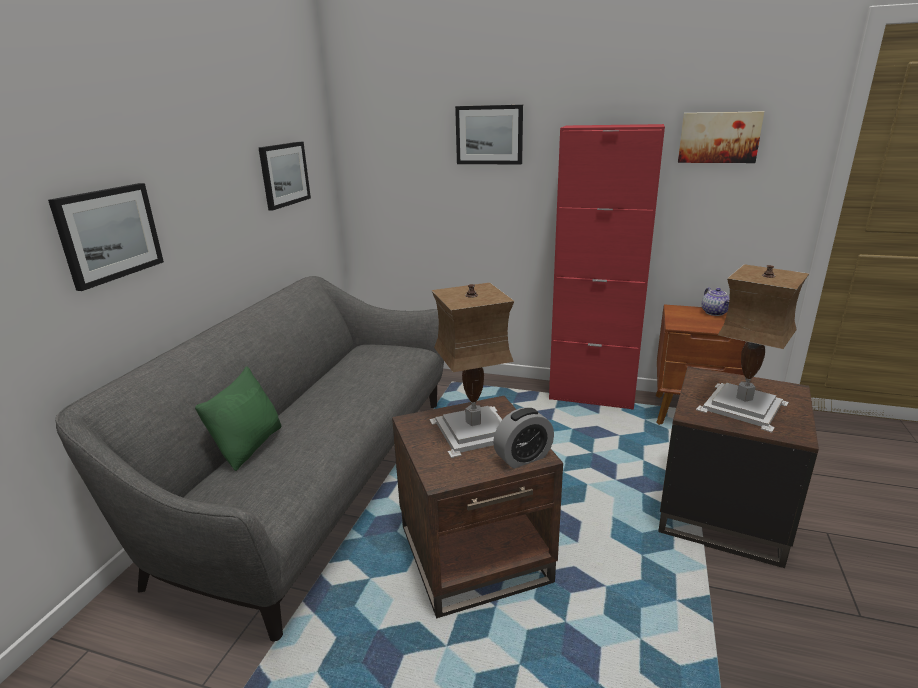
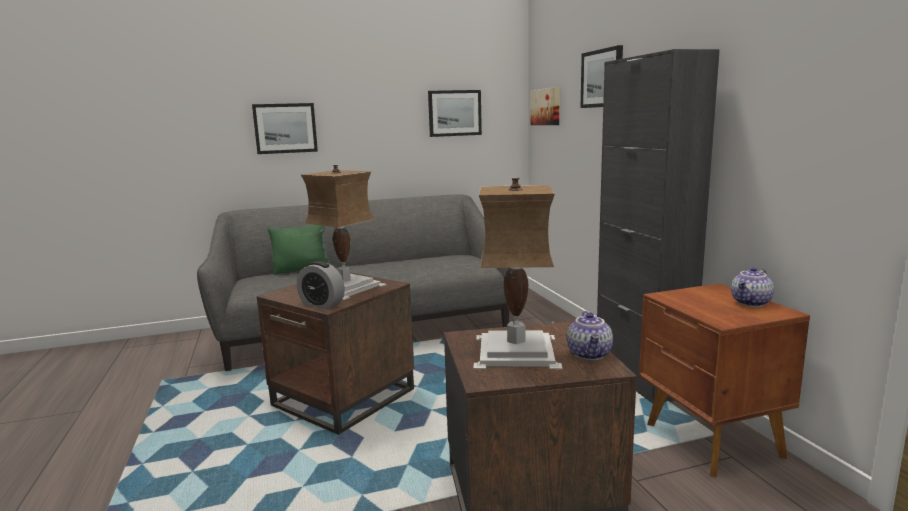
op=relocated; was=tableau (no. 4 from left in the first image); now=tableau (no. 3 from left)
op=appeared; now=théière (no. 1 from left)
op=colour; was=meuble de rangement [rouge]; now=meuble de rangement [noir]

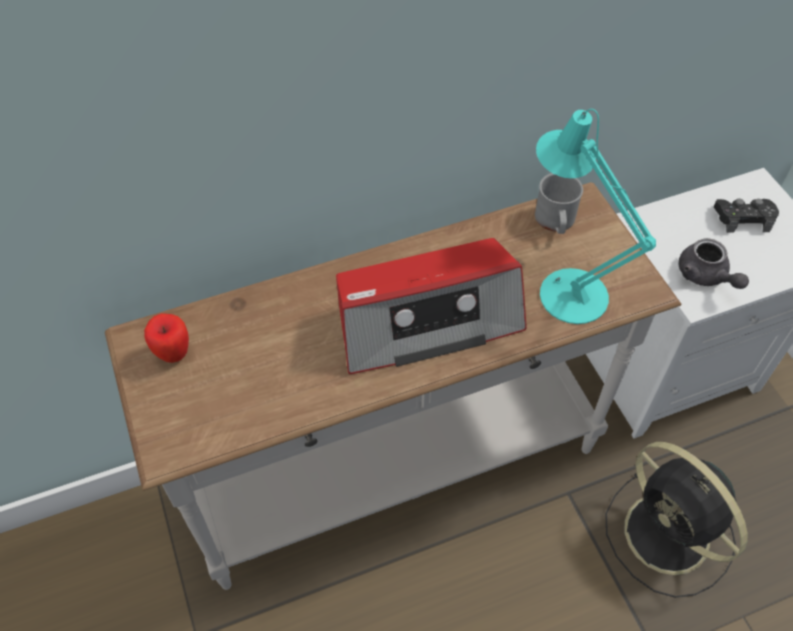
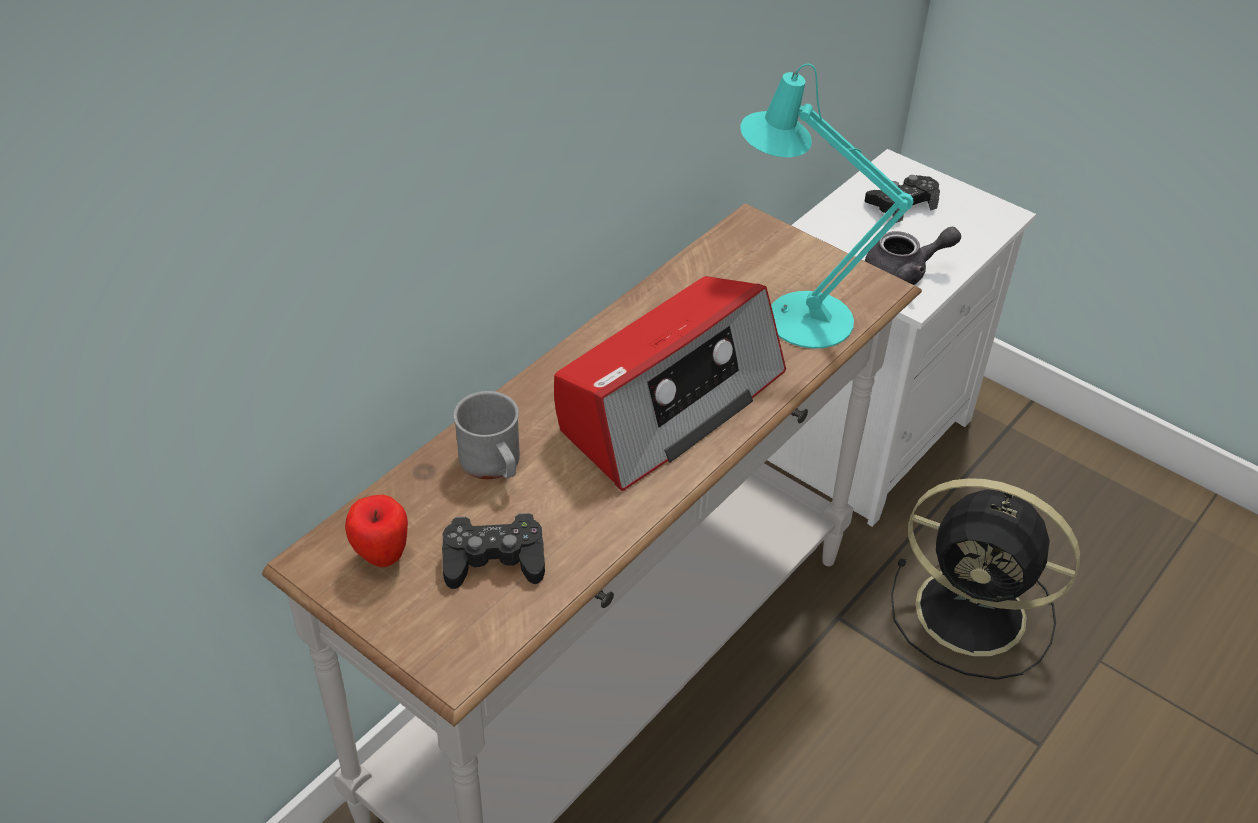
op=appeared; now=manette [noir] (no. 1 from left)
op=relocated; was=mug [gris]
op=spun; was=théière [gris]; clockwise=-45

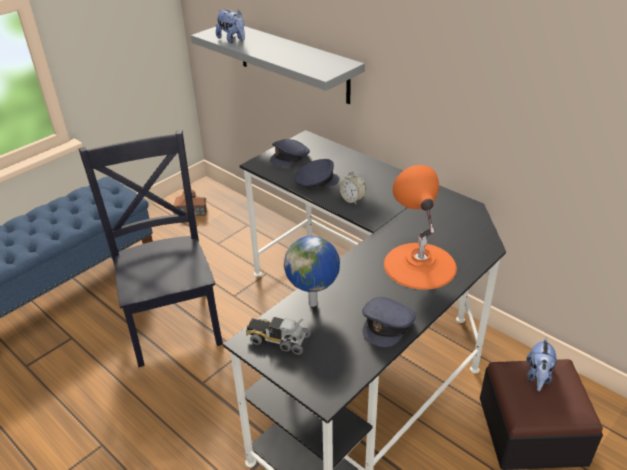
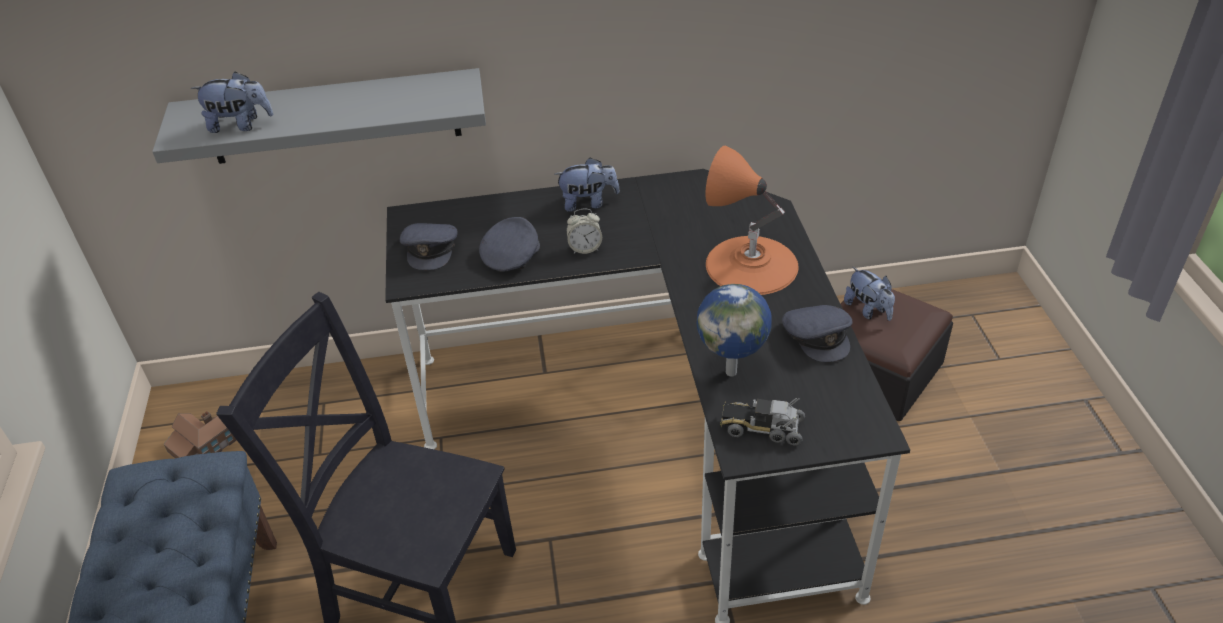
op=appeared; now=peluche (no. 2 from left)
op=spun; was=camion jouet; clockwise=45

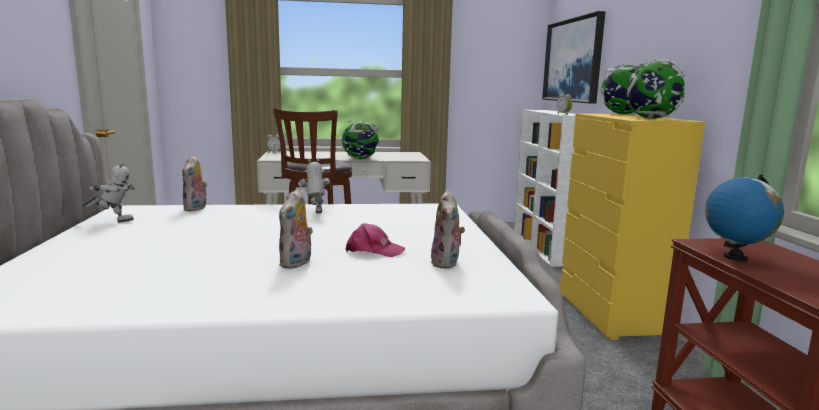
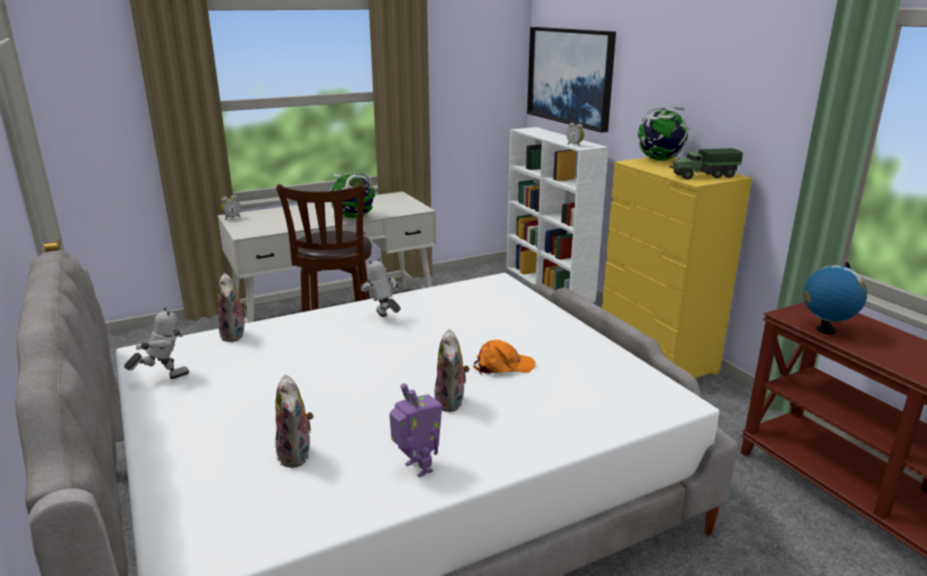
op=relocated; was=peluche (no. 3 from left in the first image); now=peluche (no. 2 from left)
op=appeared; now=robot jouet (no. 3 from left)
op=colour; was=casquette [rose]; now=casquette [orange]
op=exchanged; was=globe (no. 3 from left); now=camion jouet

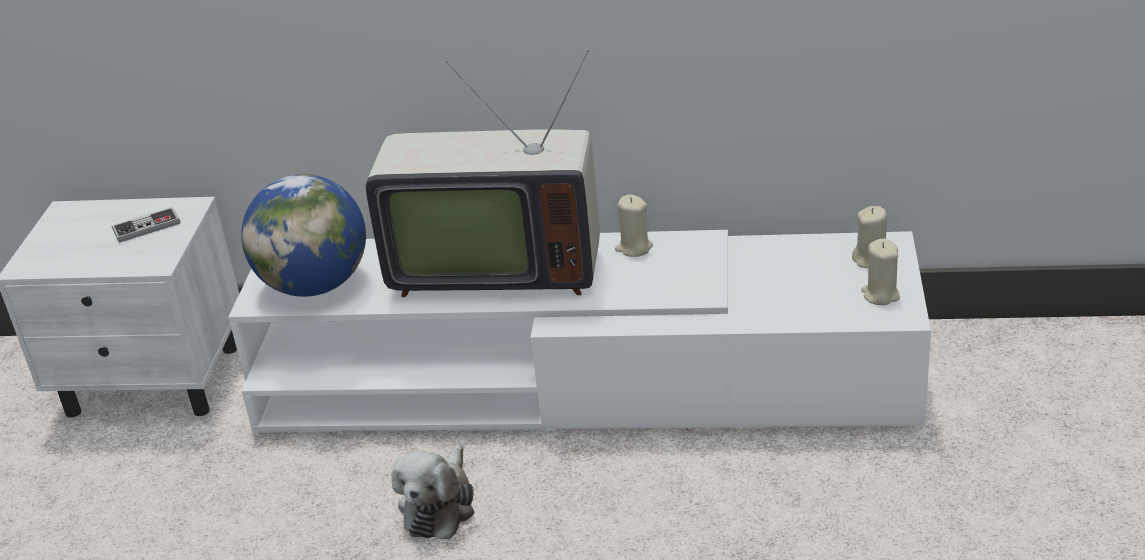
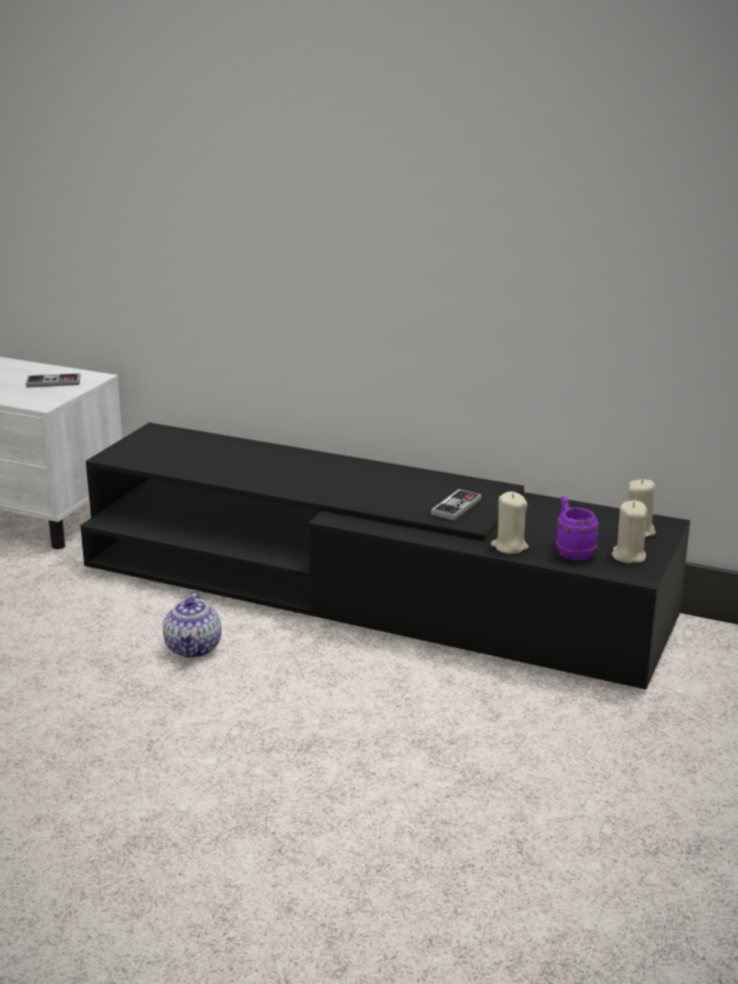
op=colour; was=meuble télé [blanc]; now=meuble télé [noir]
op=exchanged; was=peluche; now=théière
op=appeared; now=manette (no. 2 from left)
op=relocated; was=bougie [beige] (no. 1 from left)
op=appeared; now=mug [violet]
op=missing; was=globe
op=missing; was=téléviseur

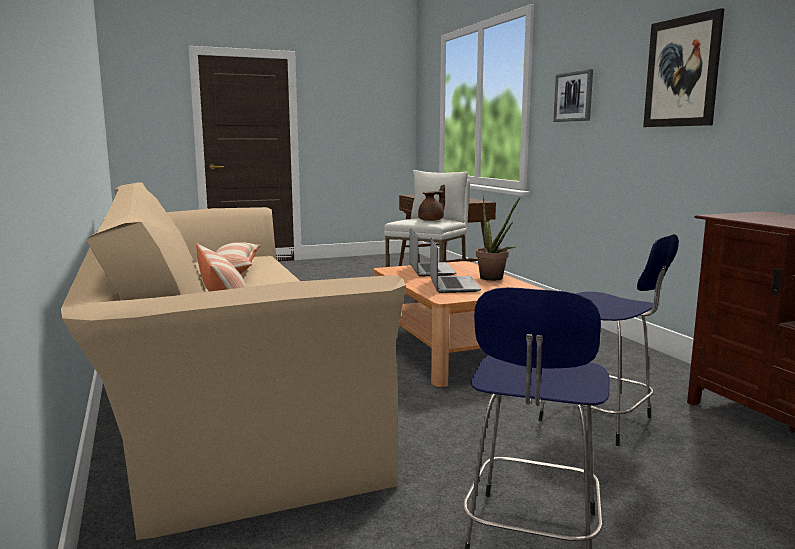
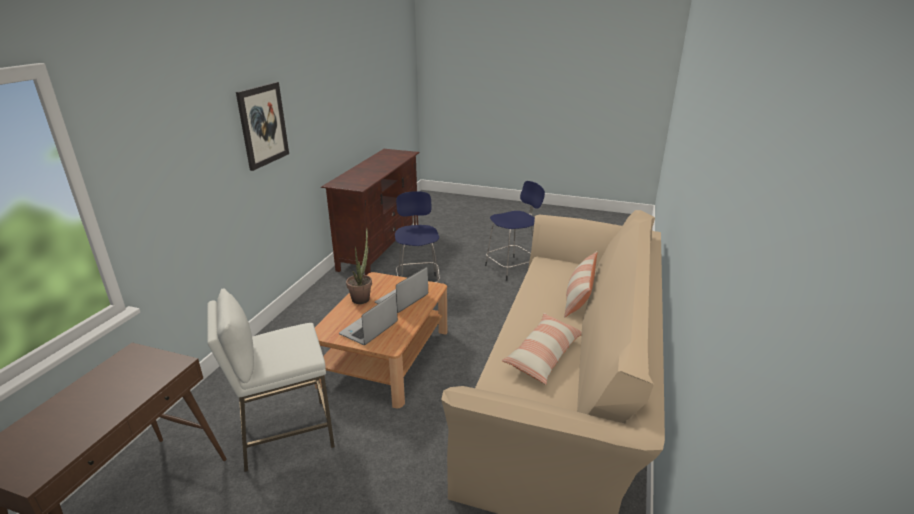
op=missing; was=théière [marron]
op=missing; was=tableau (no. 1 from left)

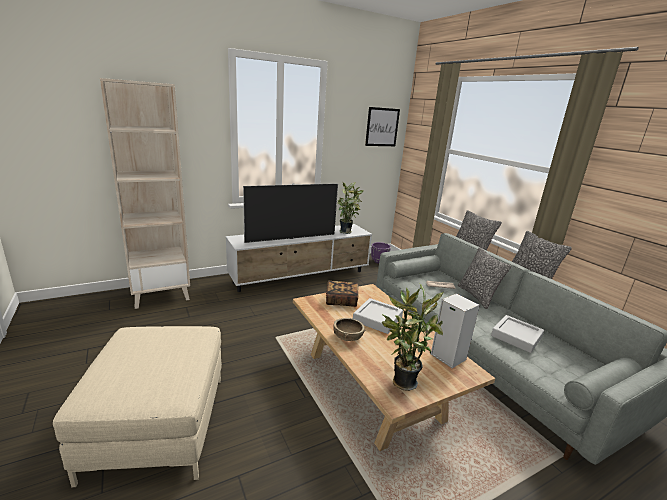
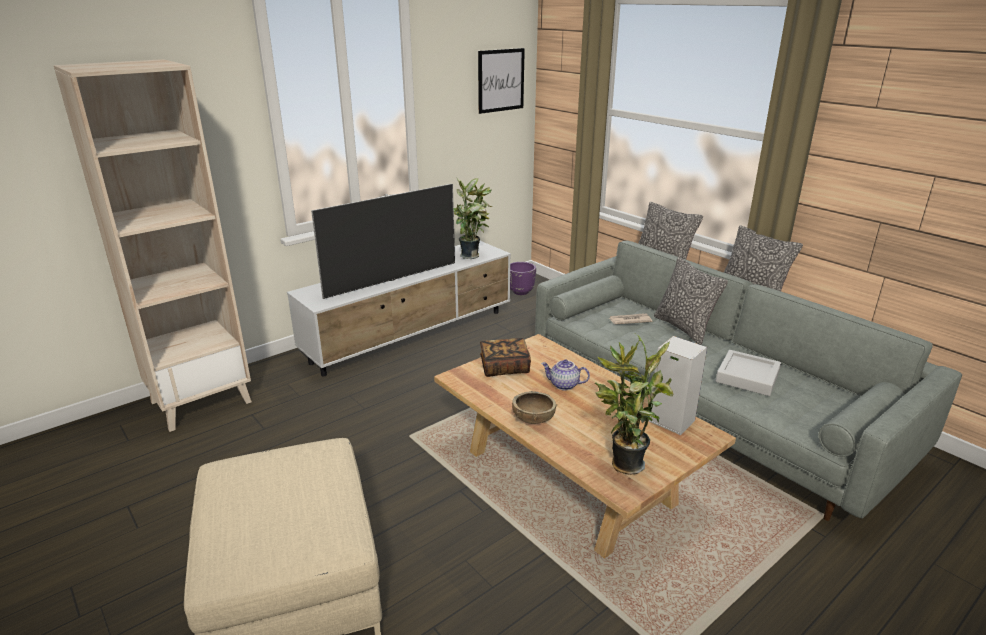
op=exchanged; was=plateau [gris] (no. 1 from left); now=théière

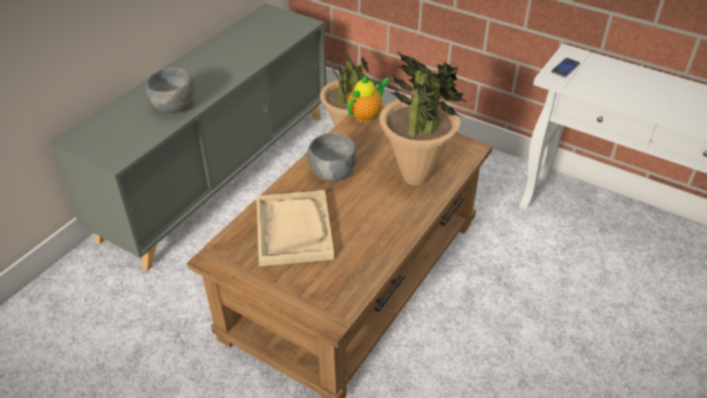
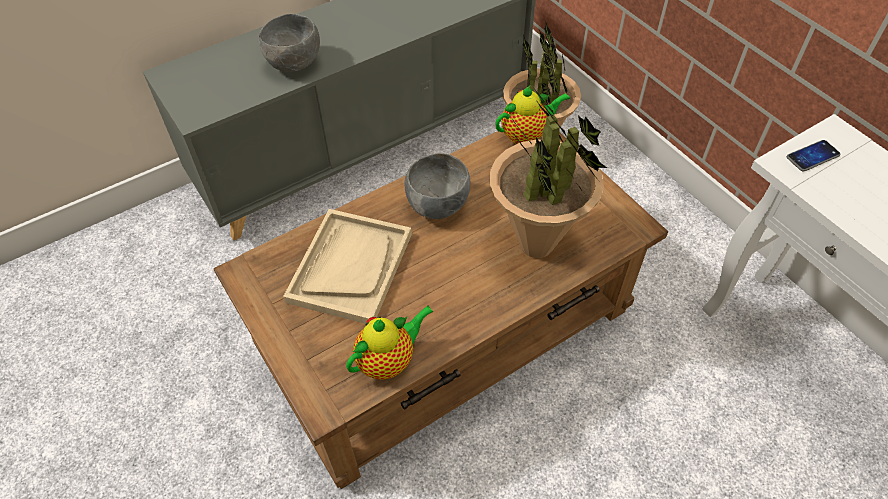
op=appeared; now=théière (no. 1 from left)

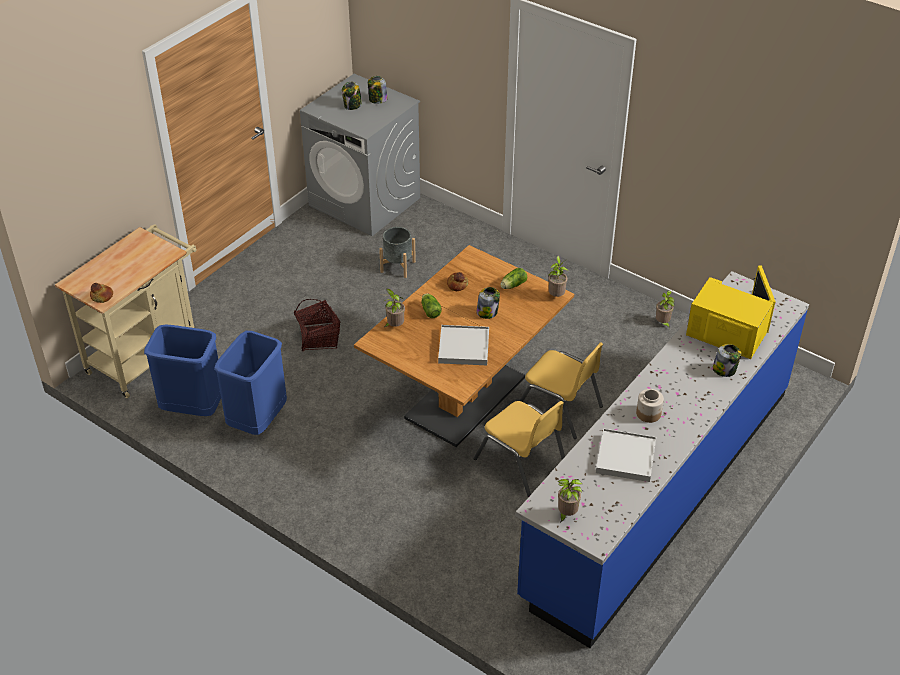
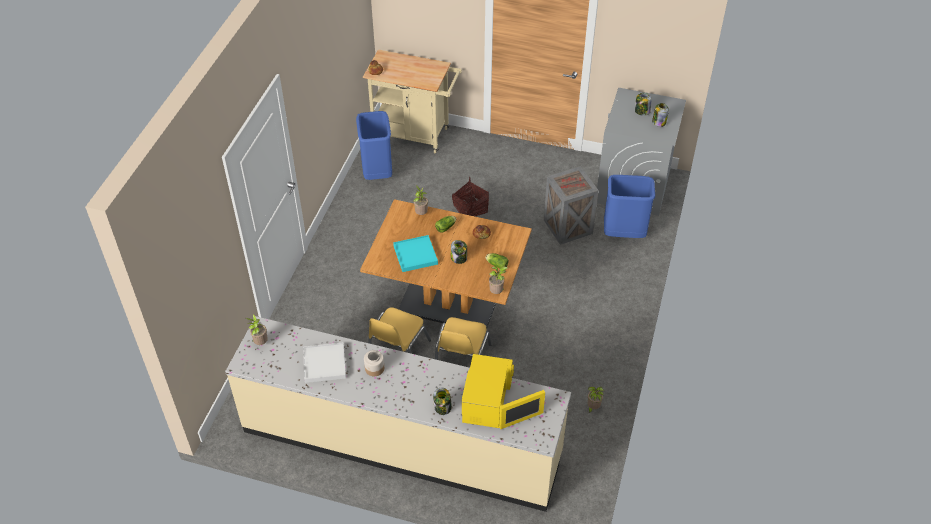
op=colour; was=comptoir de cuisine [bleu]; now=comptoir de cuisine [beige]
op=colour; was=plateau [blanc] (no. 1 from left); now=plateau [turquoise]
op=exchanged; was=cache-pot [gris]; now=caisse
op=relocated; was=poubelle [bleu] (no. 2 from left)

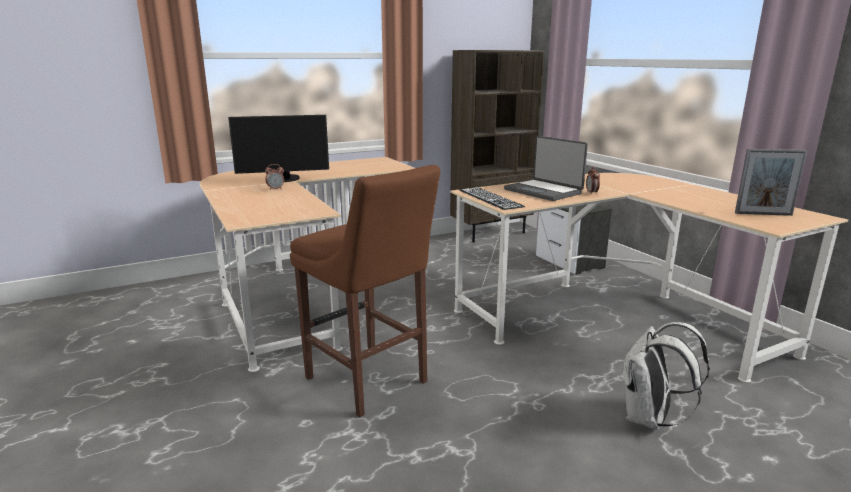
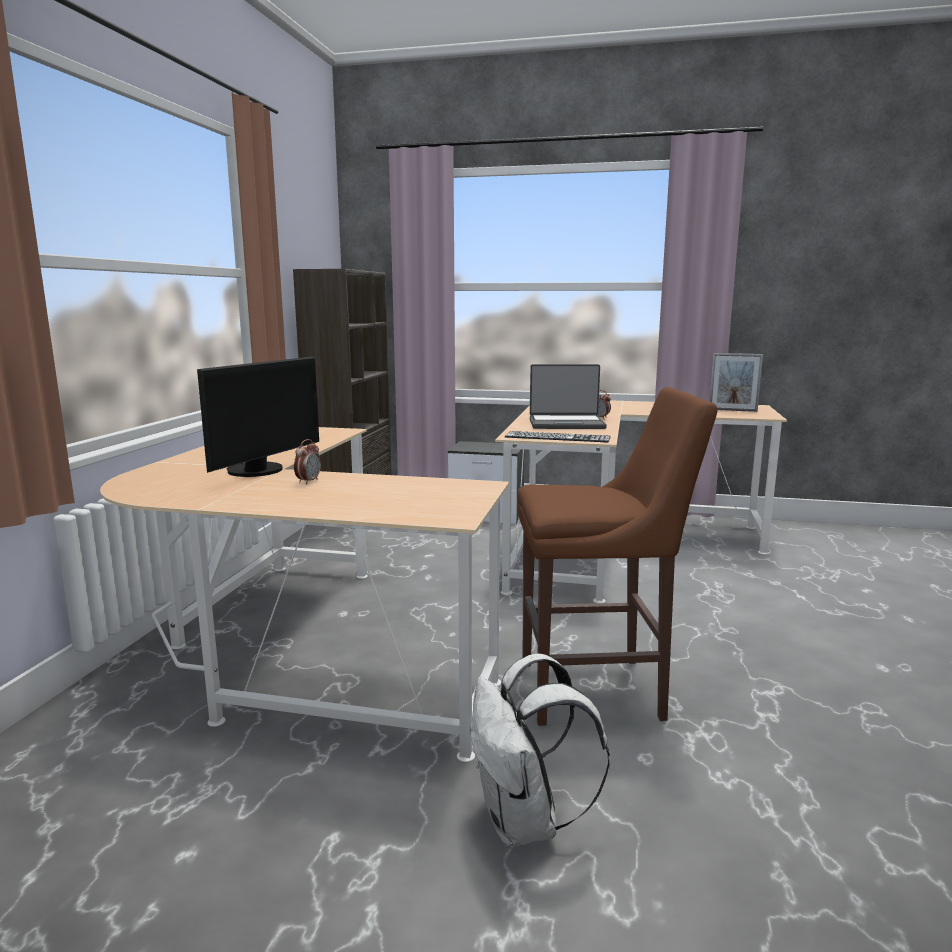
op=relocated; was=sac à dos [blanc]
op=spun; was=cadre photo; clockwise=60

